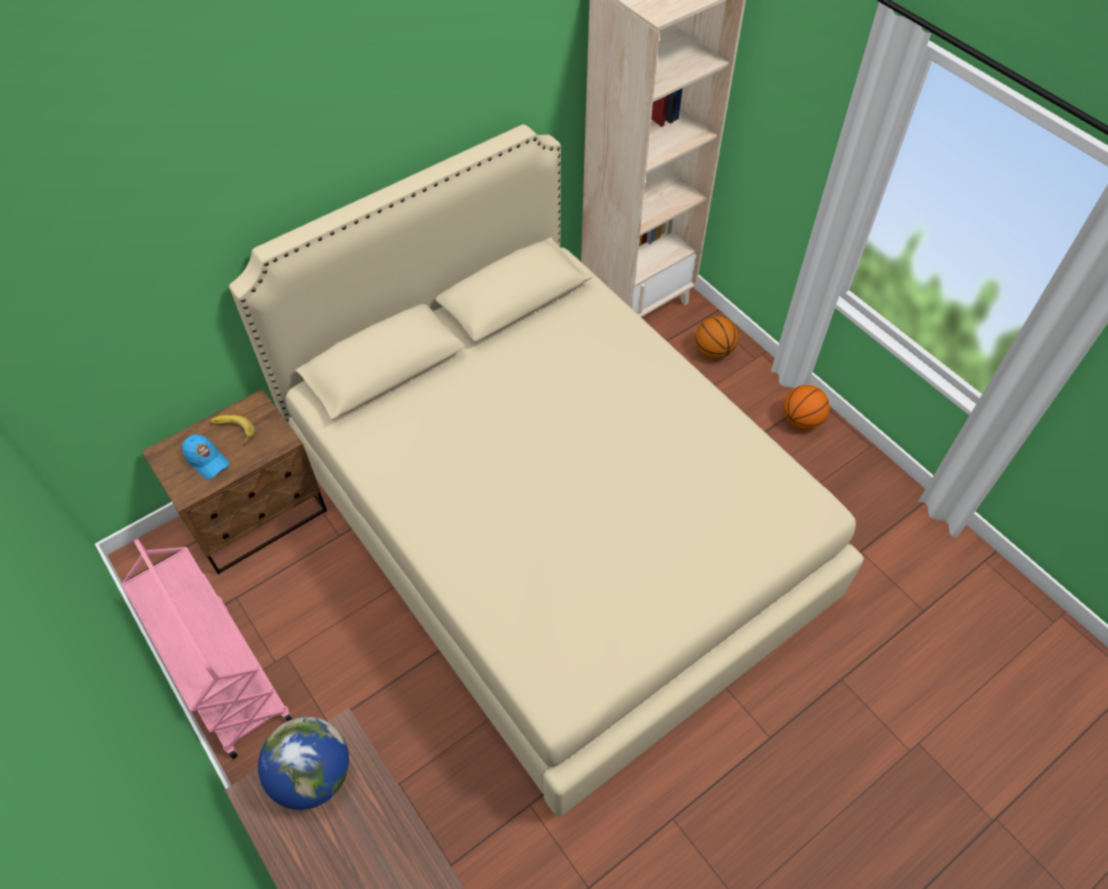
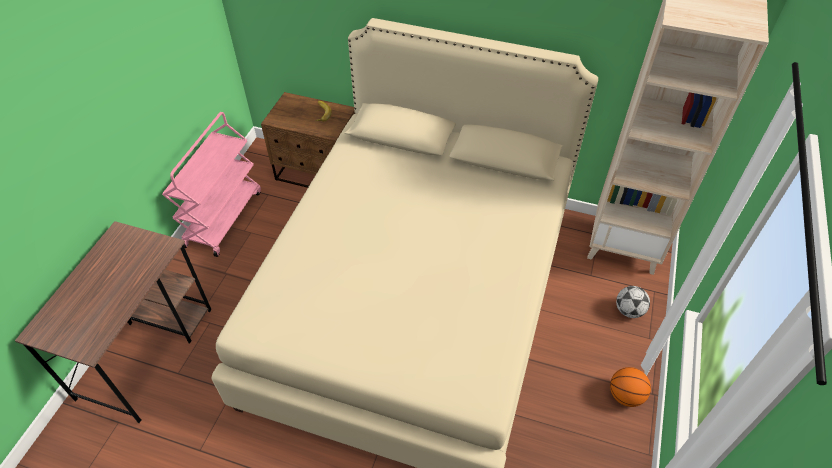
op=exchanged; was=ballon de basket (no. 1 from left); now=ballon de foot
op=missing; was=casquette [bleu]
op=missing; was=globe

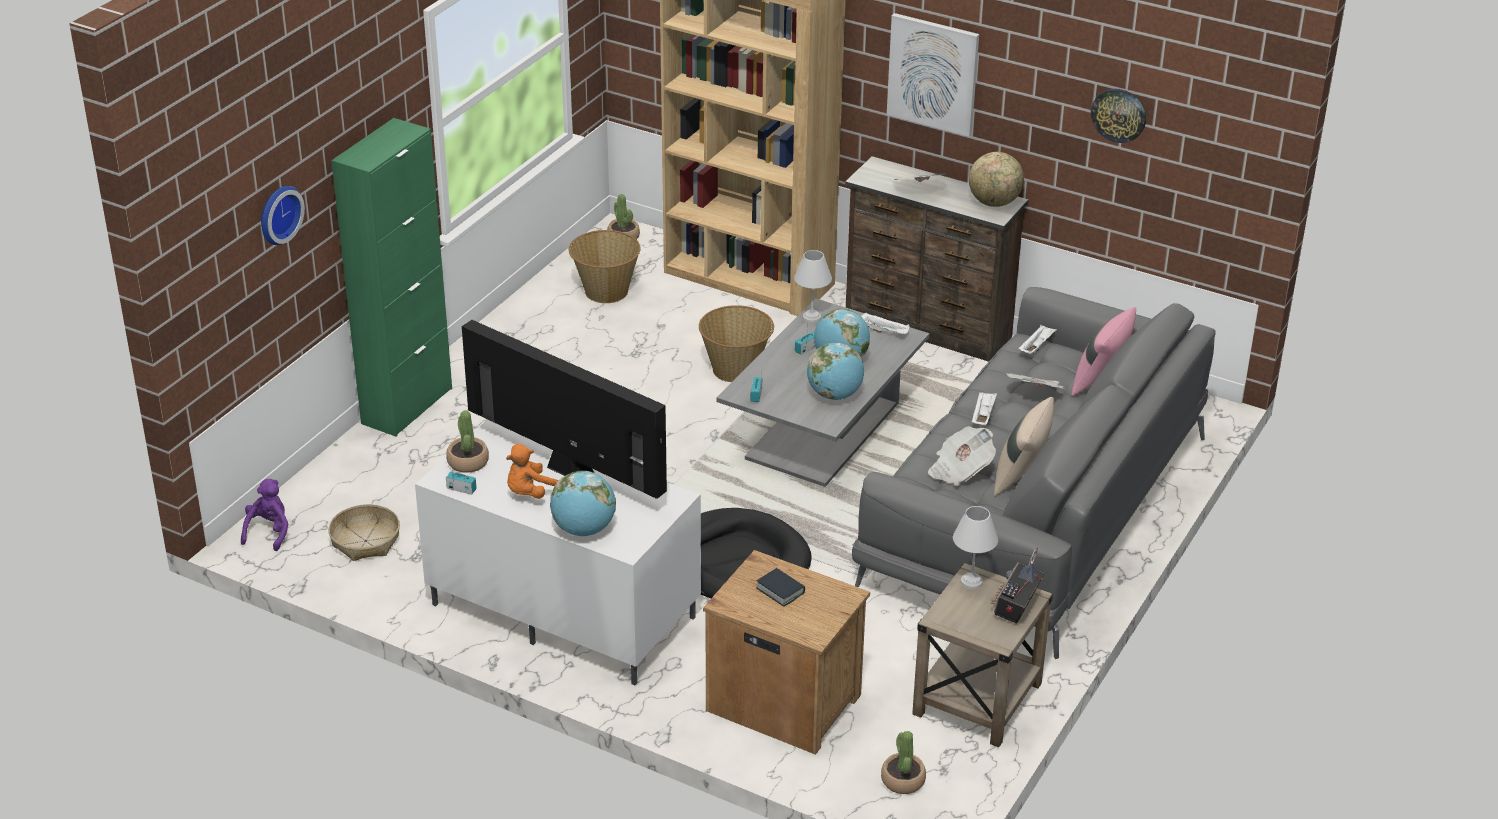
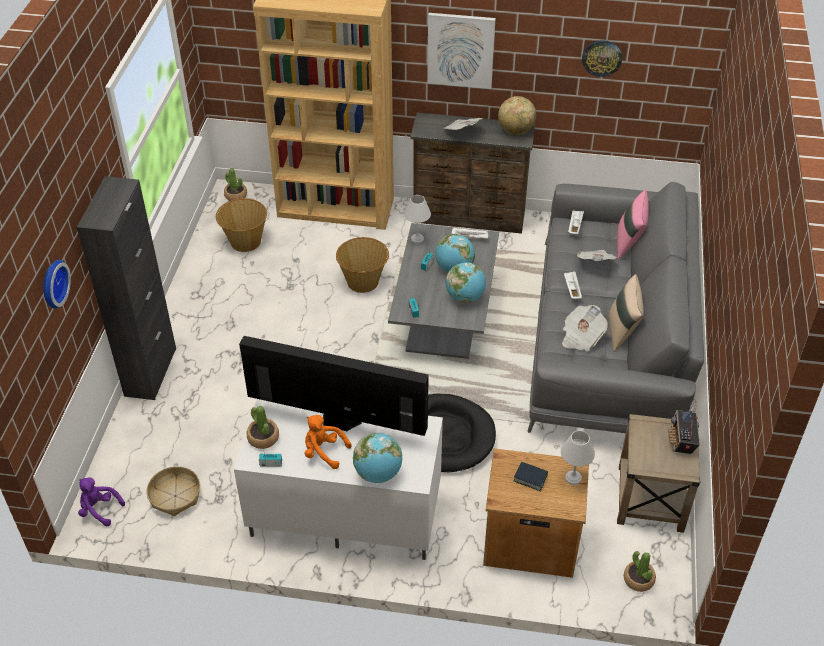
op=colour; was=meuble de rangement [vert]; now=meuble de rangement [noir]
op=spun; was=peluche [violet]; clockwise=-60
op=spun; was=peluche [orange]; clockwise=90
op=relocated; was=lampe de table [blanc] (no. 2 from left)

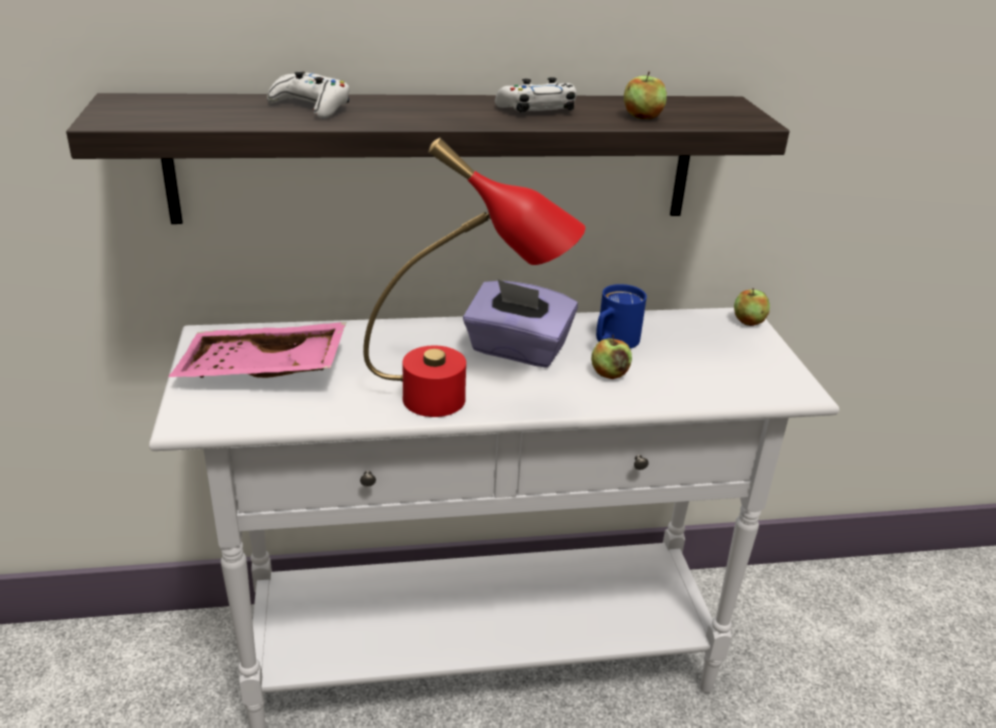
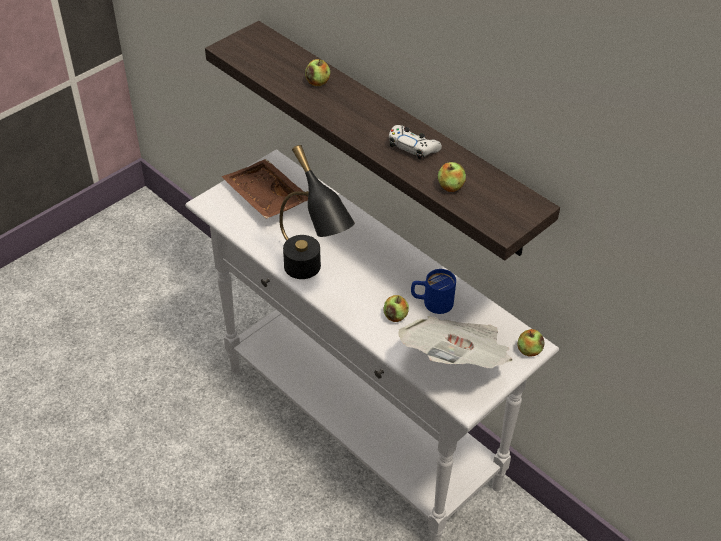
op=colour; was=plateau [rose]; now=plateau [marron]
op=colour; was=lampe de table [rouge]; now=lampe de table [noir]
op=exchanged; was=manette [blanc] (no. 1 from left); now=pomme (no. 1 from left)
op=appeared; now=journal
op=missing; was=boîte à mouchoirs [violet]

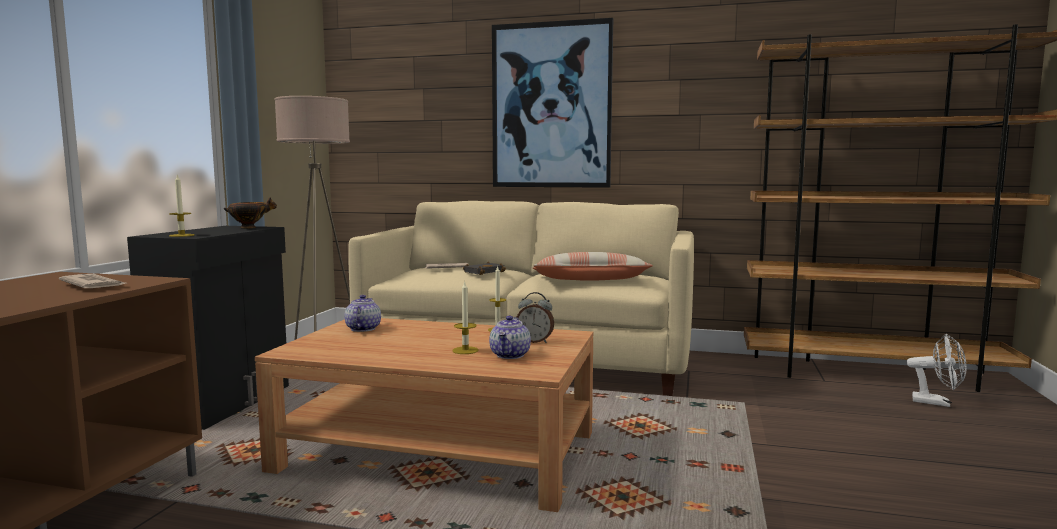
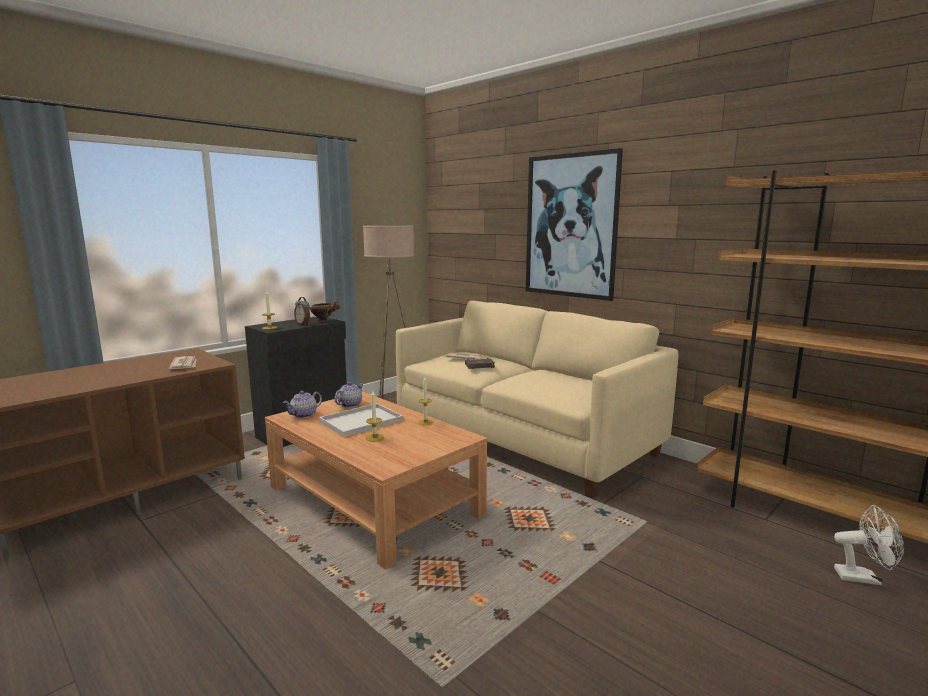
op=relocated; was=théière (no. 2 from left in the first image); now=théière (no. 1 from left)
op=relocated; was=réveil
op=appeared; now=plateau [blanc]
op=spun; was=ventilateur [blanc]; clockwise=-45
op=missing; was=coussin

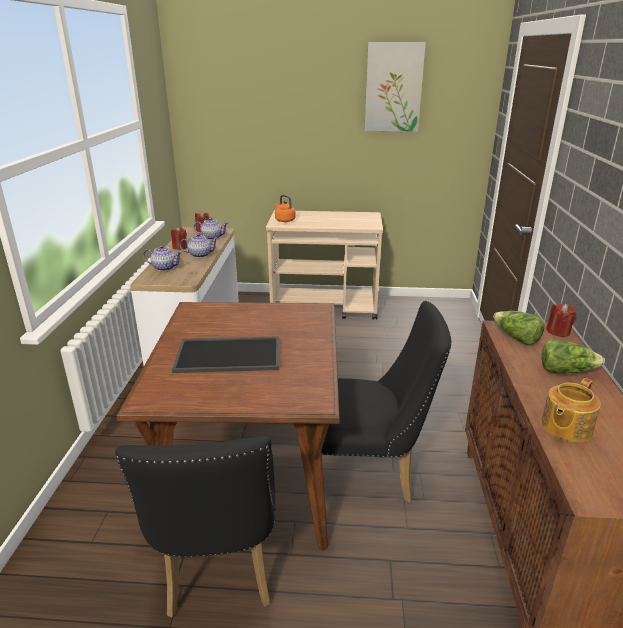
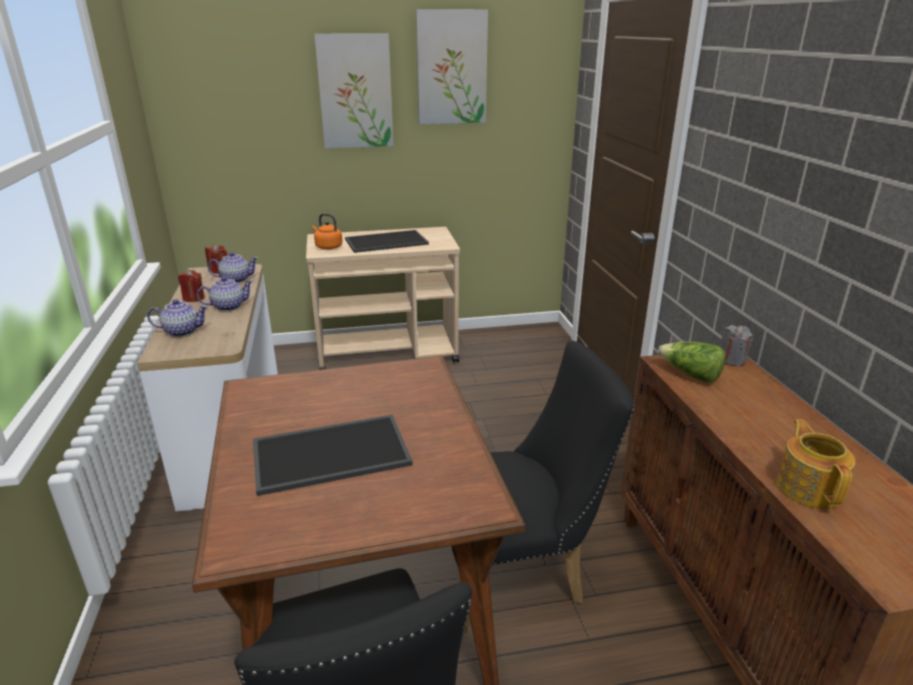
op=appeared; now=tableau (no. 1 from left)
op=appeared; now=plateau (no. 2 from left)
op=colour; was=bougie [rouge] (no. 3 from left); now=bougie [gris]
op=spun; was=théière (no. 4 from left); clockwise=150
op=missing; was=laitue (no. 2 from left)

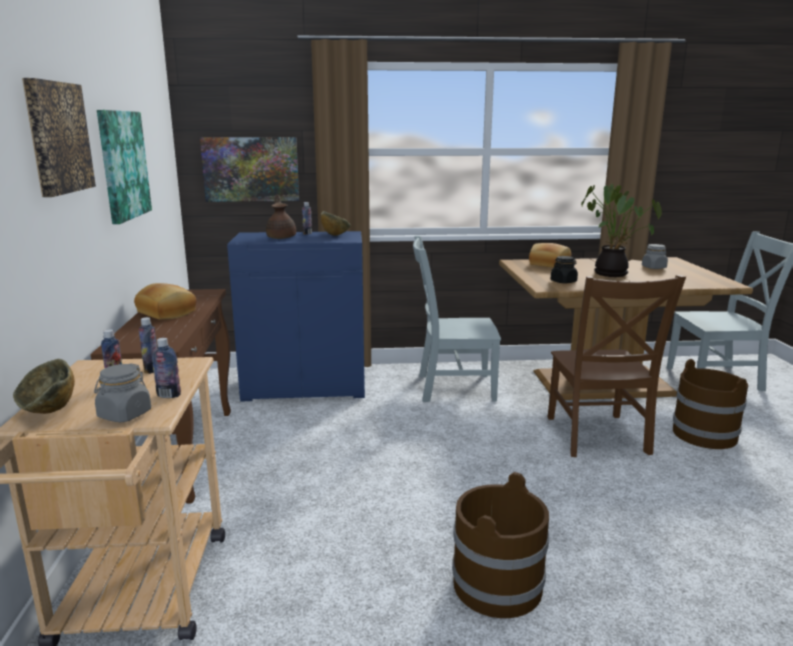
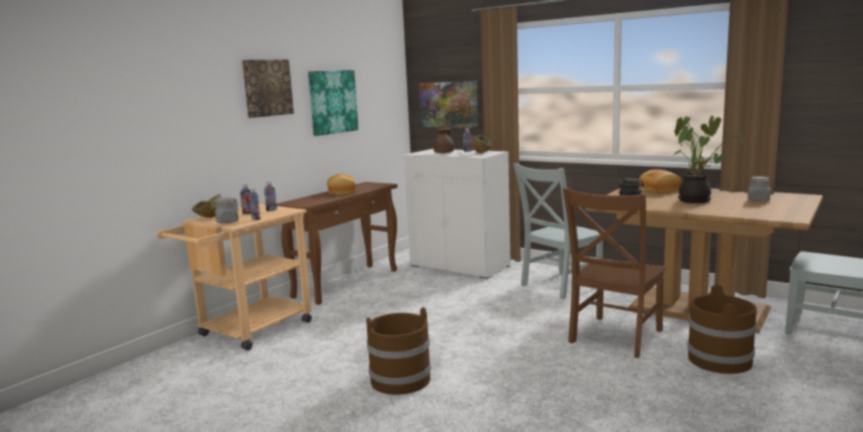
op=colour; was=meuble de rangement [bleu]; now=meuble de rangement [blanc]
op=spun; was=chaise [gris] (no. 1 from left); clockwise=-75

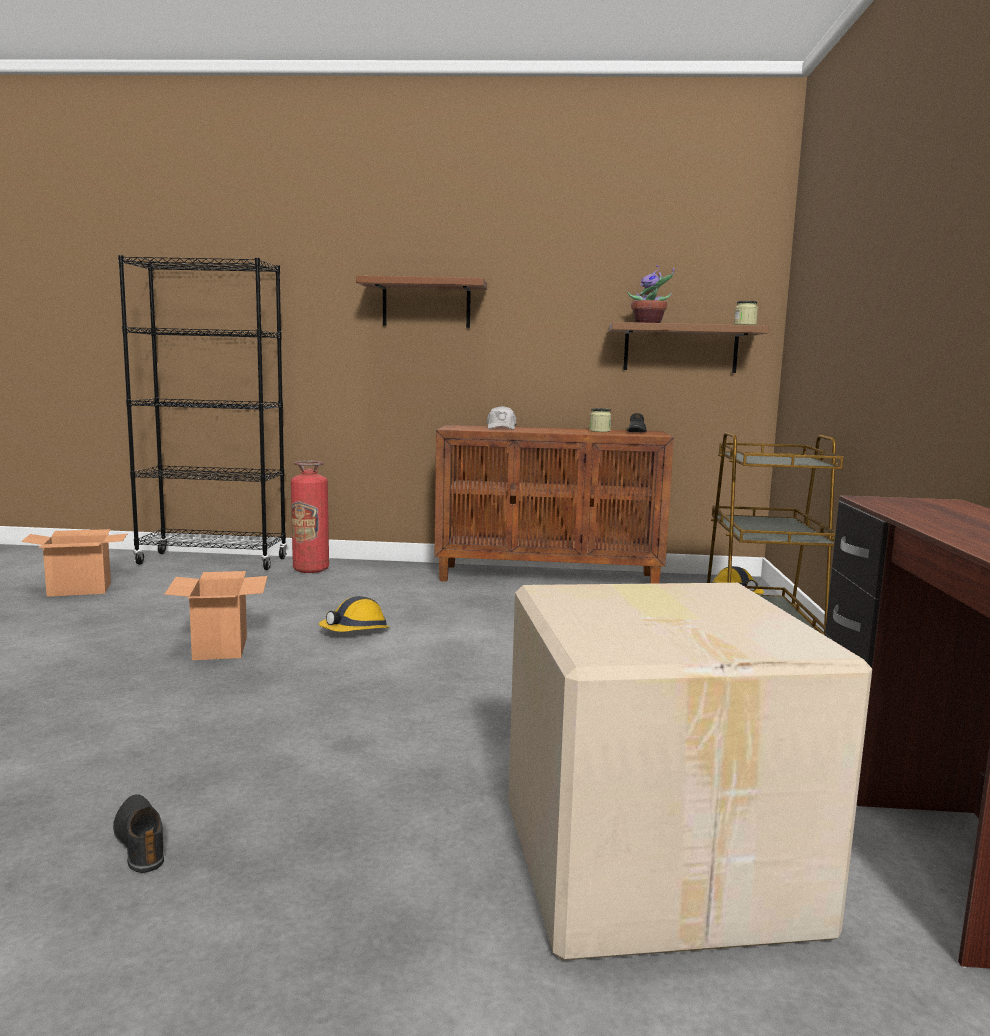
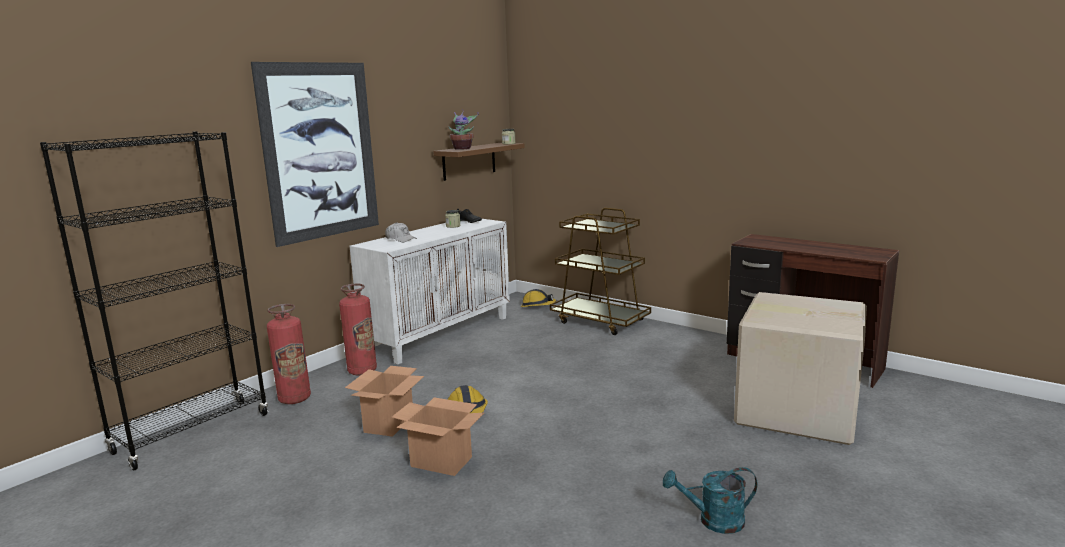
op=exchanged; was=étagère [marron] (no. 1 from left); now=tableau
op=appeared; now=extincteur (no. 2 from left)
op=relocated; was=carton (no. 1 from left)
op=colour; was=meuble de rangement [marron]; now=meuble de rangement [blanc]
op=exchanged; was=chaussure [noir] (no. 1 from left); now=arrosoir [turquoise]

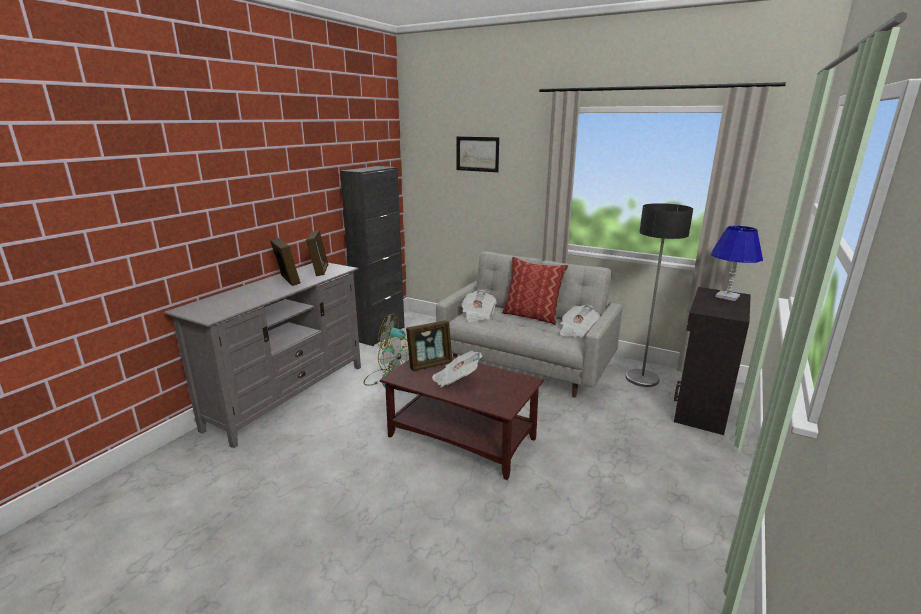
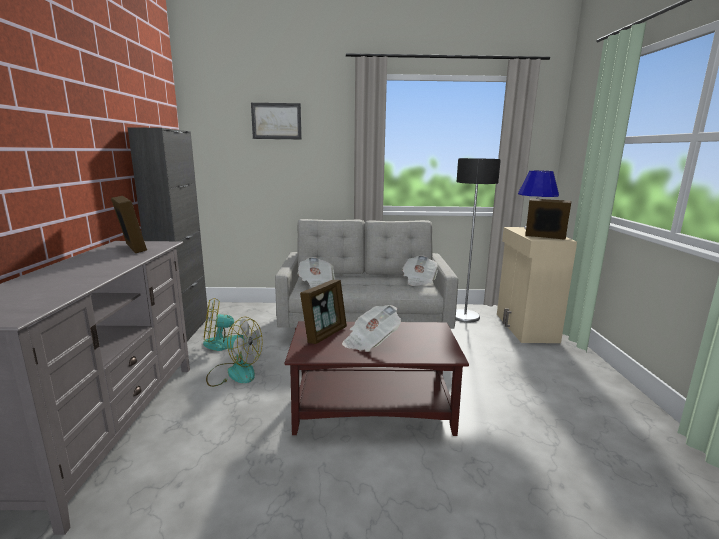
op=colour; was=meuble de rangement [noir] (no. 2 from left); now=meuble de rangement [beige]
op=relocated; was=cadre photo (no. 1 from left in the first image); now=cadre photo (no. 3 from left)
op=missing; was=coussin

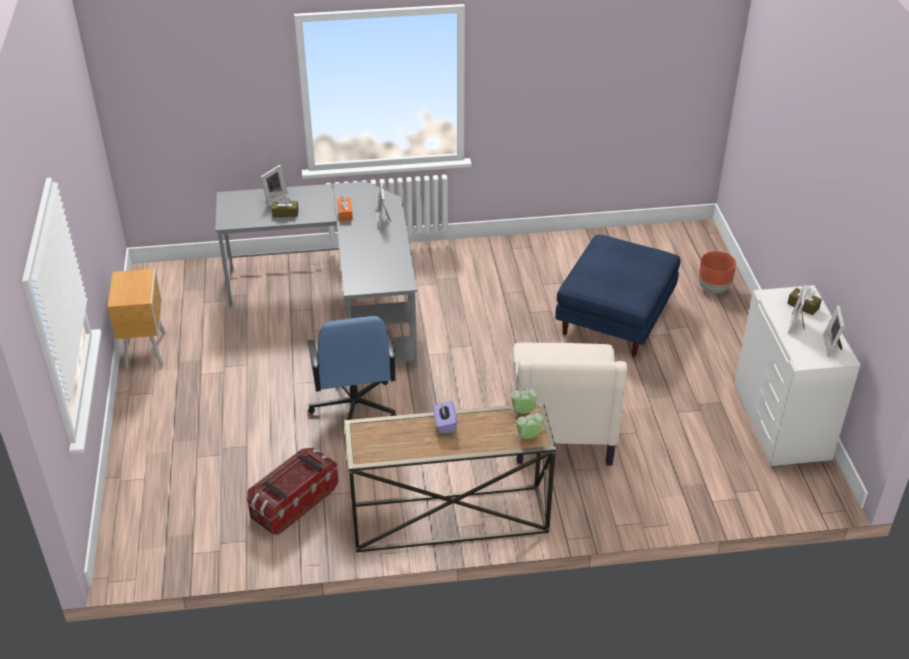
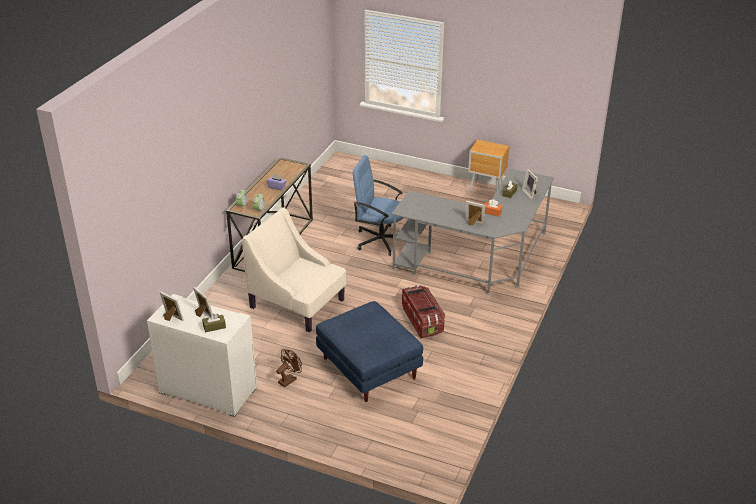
op=appeared; now=ventilateur [marron]
op=relocated; was=boîte de rangement
op=missing; was=cache-pot [marron]

